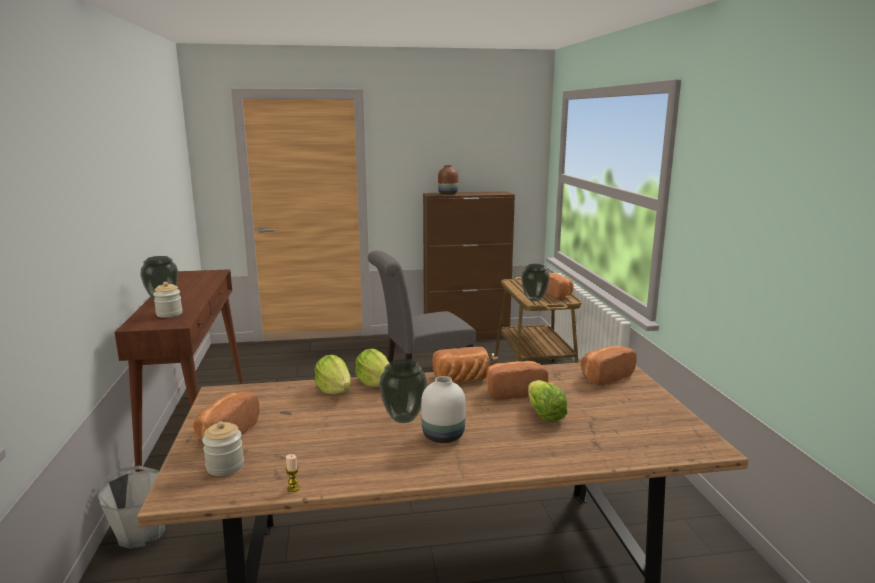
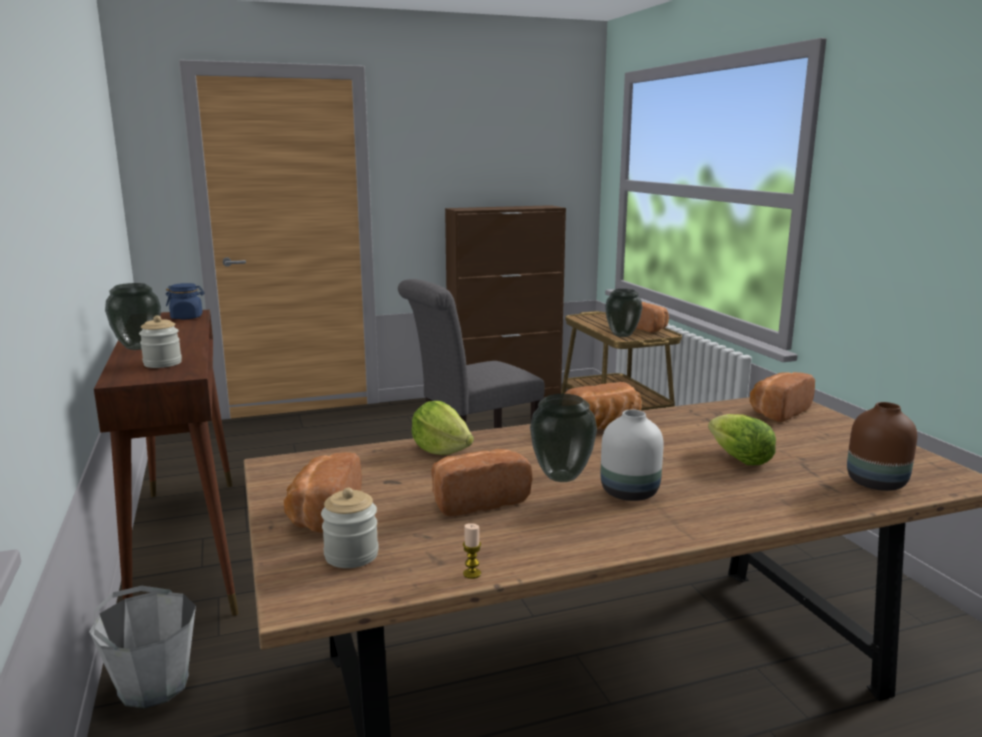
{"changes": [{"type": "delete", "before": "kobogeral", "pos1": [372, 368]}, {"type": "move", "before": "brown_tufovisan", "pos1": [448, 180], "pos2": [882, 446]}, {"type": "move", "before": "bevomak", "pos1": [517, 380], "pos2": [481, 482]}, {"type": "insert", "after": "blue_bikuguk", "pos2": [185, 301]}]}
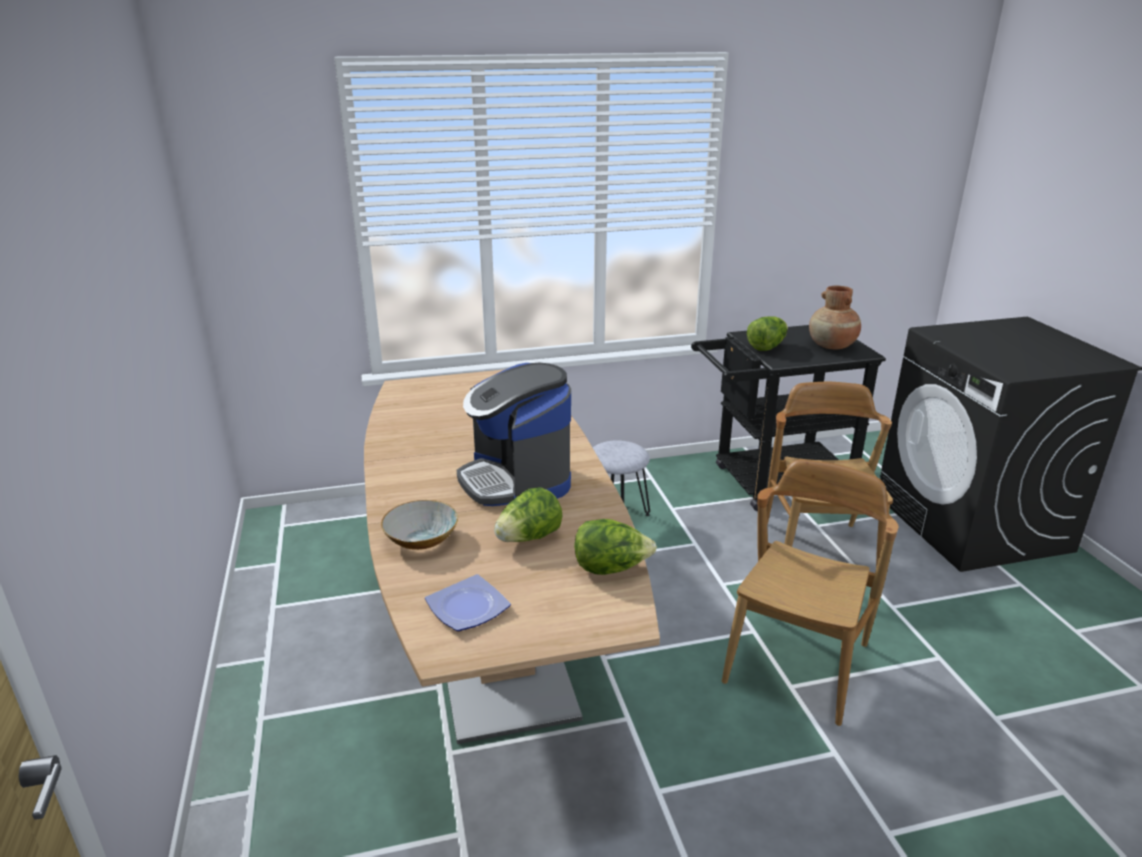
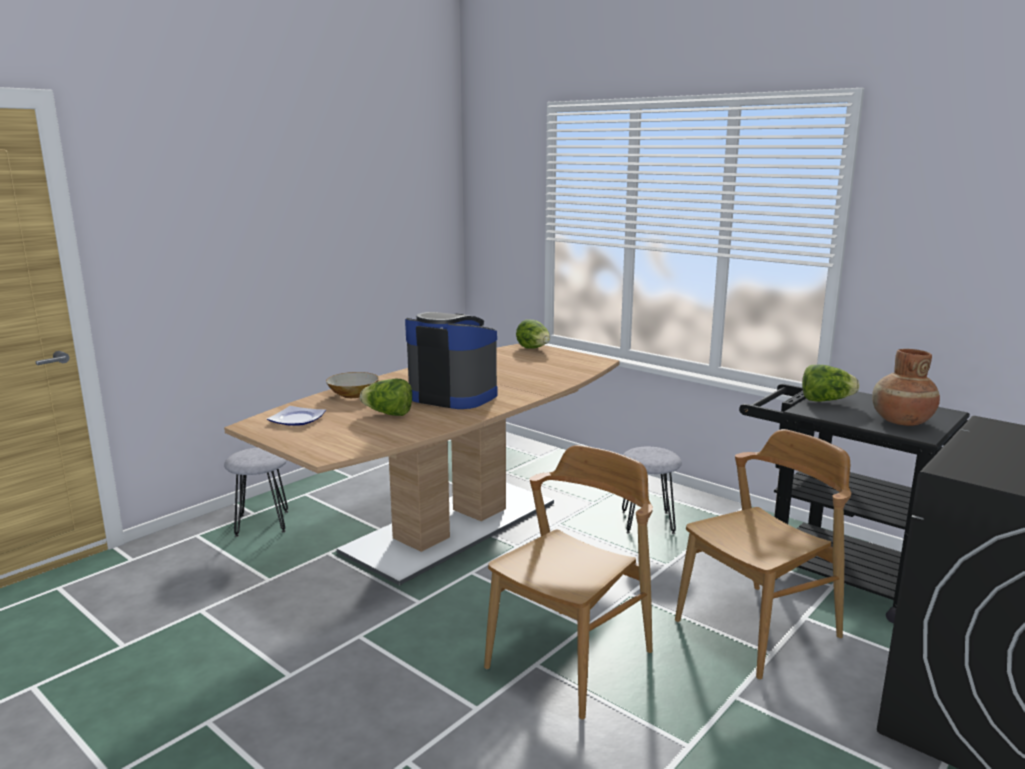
{"changes": [{"type": "rotate", "before": "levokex", "pos1": [514, 434], "pos2": [451, 360], "turn": 90}, {"type": "move", "before": "kobogeral", "pos1": [615, 547], "pos2": [533, 334]}, {"type": "rotate", "before": "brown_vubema", "pos1": [810, 592], "pos2": [568, 582], "turn": -45}, {"type": "insert", "after": "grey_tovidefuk", "pos2": [256, 492]}]}
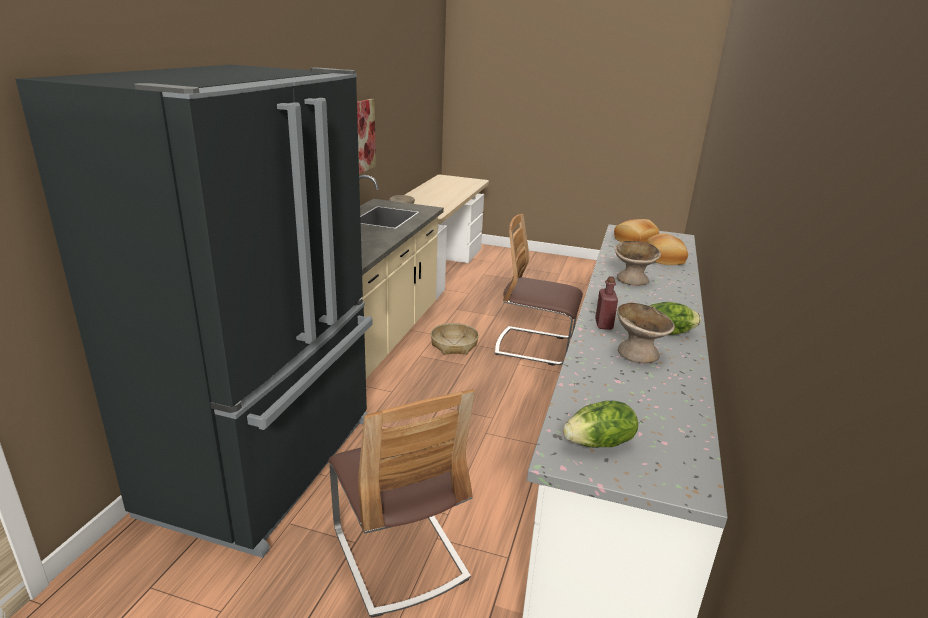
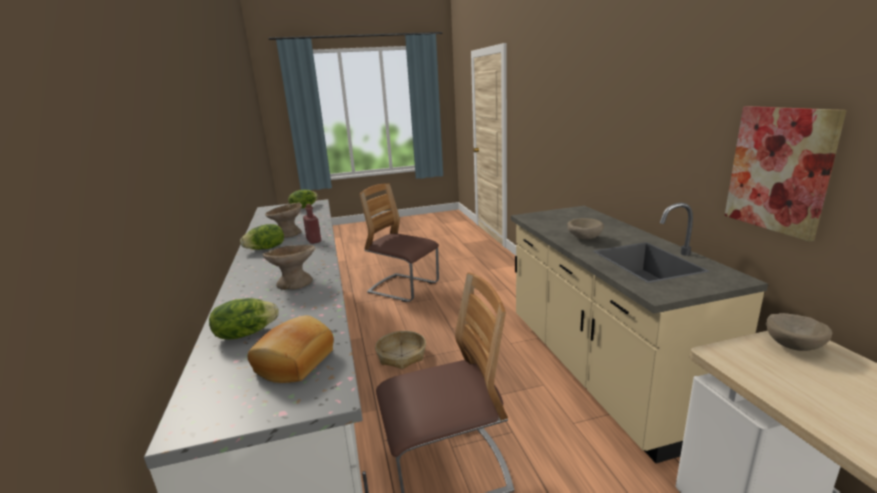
{"changes": [{"type": "delete", "before": "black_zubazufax", "pos1": [194, 311]}, {"type": "move", "before": "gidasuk", "pos1": [455, 339], "pos2": [400, 350]}, {"type": "replace", "before": "bevomak", "after": "kobogeral", "pos1": [667, 249], "pos2": [244, 319]}, {"type": "insert", "after": "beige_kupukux", "pos2": [585, 228]}]}
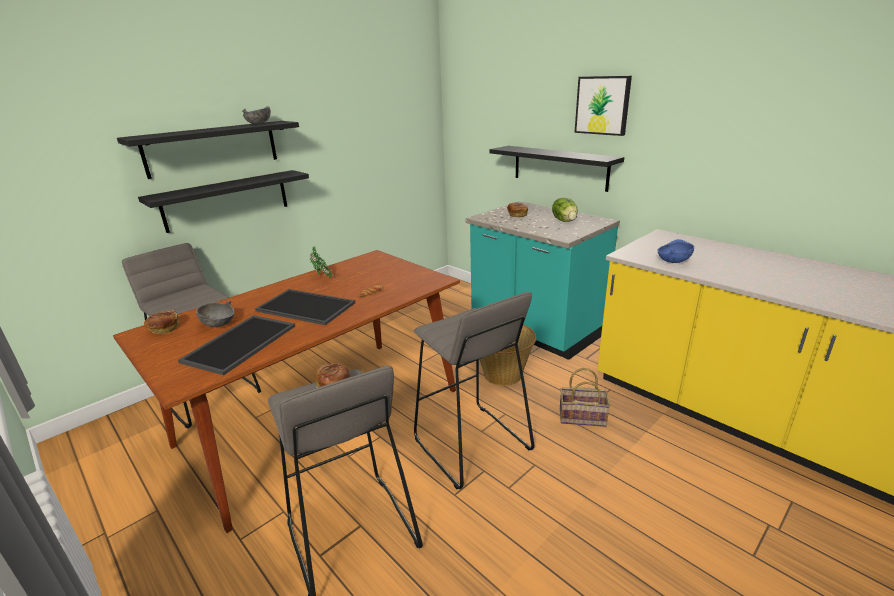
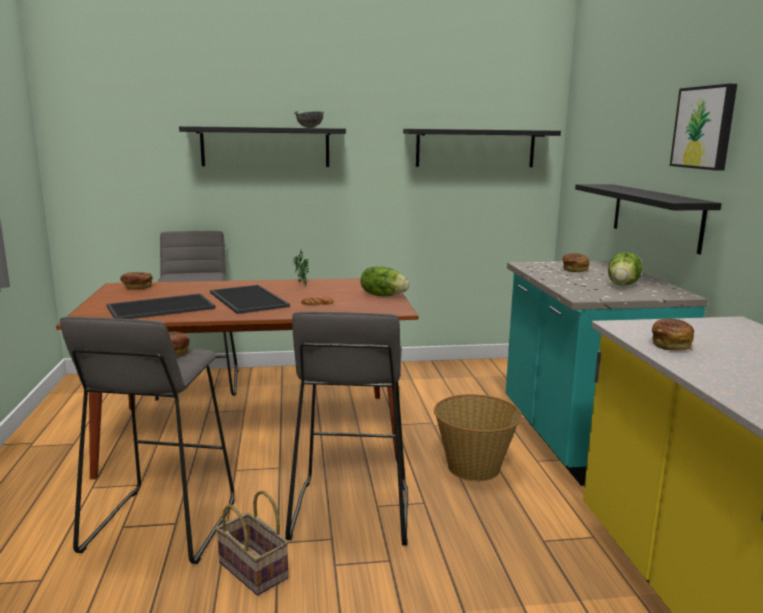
{"changes": [{"type": "move", "before": "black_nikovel", "pos1": [223, 201], "pos2": [482, 148]}, {"type": "delete", "before": "grey_kupukux", "pos1": [215, 314]}, {"type": "move", "before": "gidasuk", "pos1": [585, 397], "pos2": [252, 543]}, {"type": "replace", "before": "blue_kupukux", "after": "bevomak", "pos1": [675, 251], "pos2": [673, 334]}, {"type": "insert", "after": "kobogeral", "pos2": [385, 281]}]}
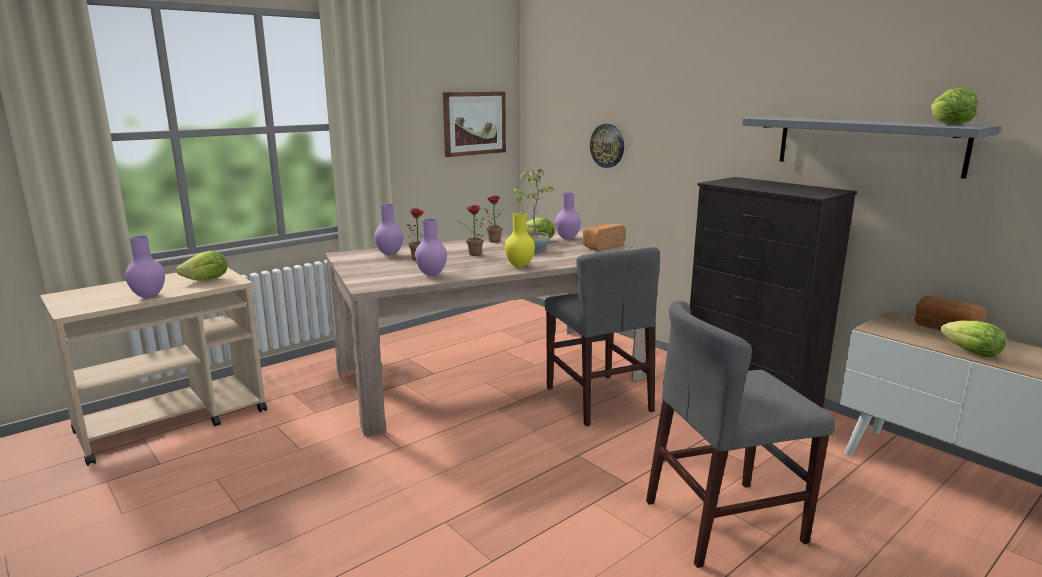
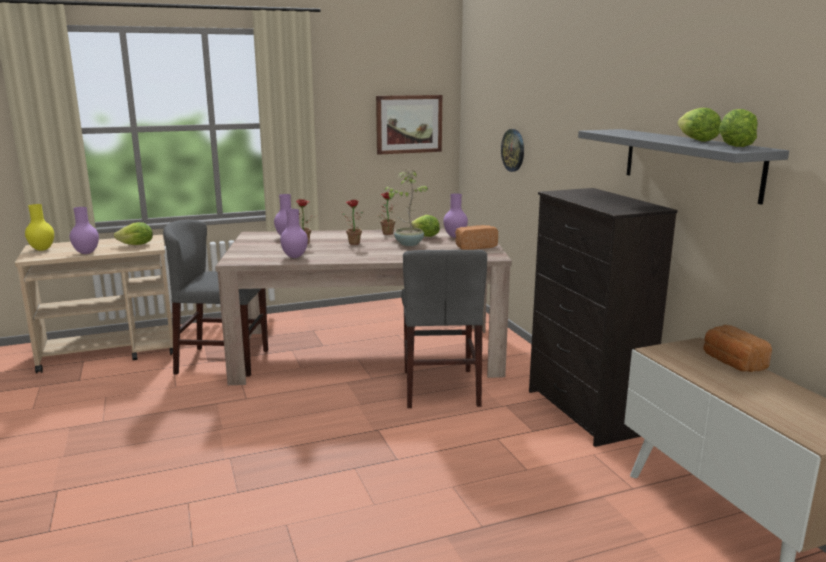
{"changes": [{"type": "move", "before": "yellow_tufovisan", "pos1": [520, 240], "pos2": [39, 227]}, {"type": "move", "before": "grey_vubema", "pos1": [740, 434], "pos2": [215, 298]}, {"type": "move", "before": "kobogeral", "pos1": [973, 339], "pos2": [699, 125]}]}
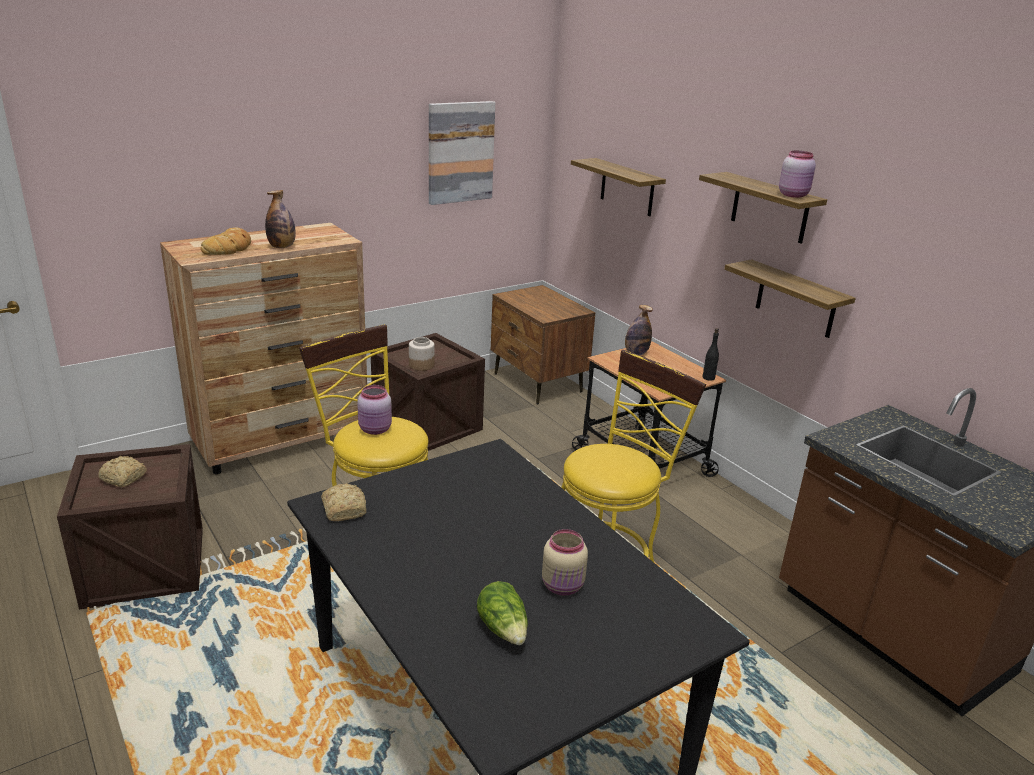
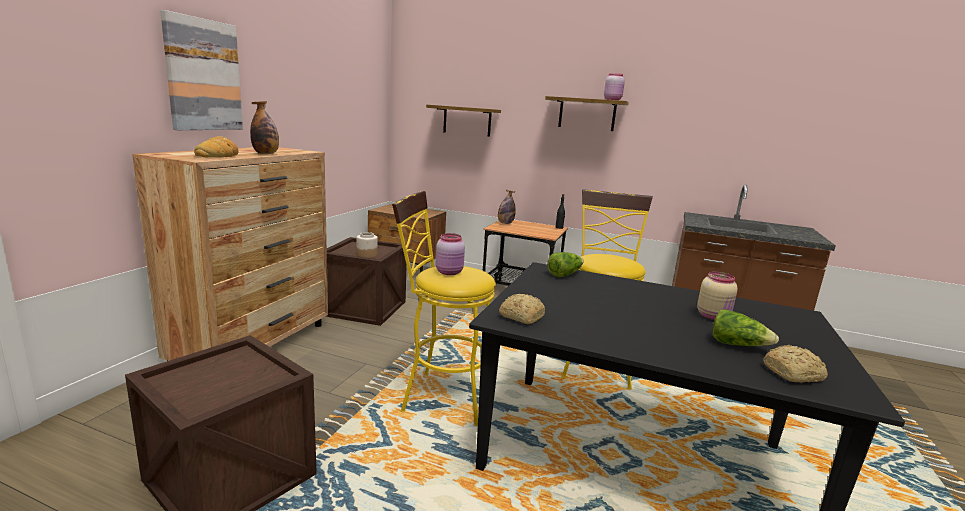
{"changes": [{"type": "move", "before": "bevomak", "pos1": [122, 471], "pos2": [795, 363]}, {"type": "move", "before": "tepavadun", "pos1": [462, 153], "pos2": [201, 70]}, {"type": "delete", "before": "nikovel", "pos1": [790, 298]}, {"type": "insert", "after": "kobogeral", "pos2": [565, 264]}]}
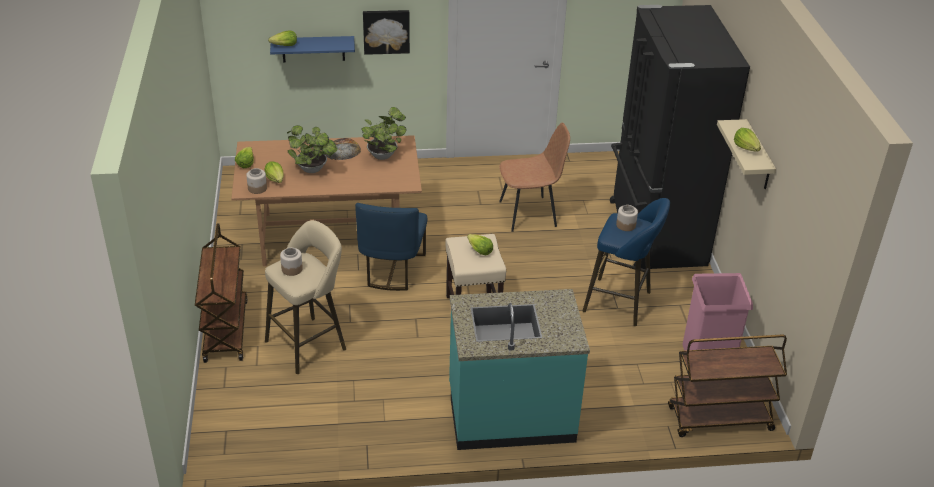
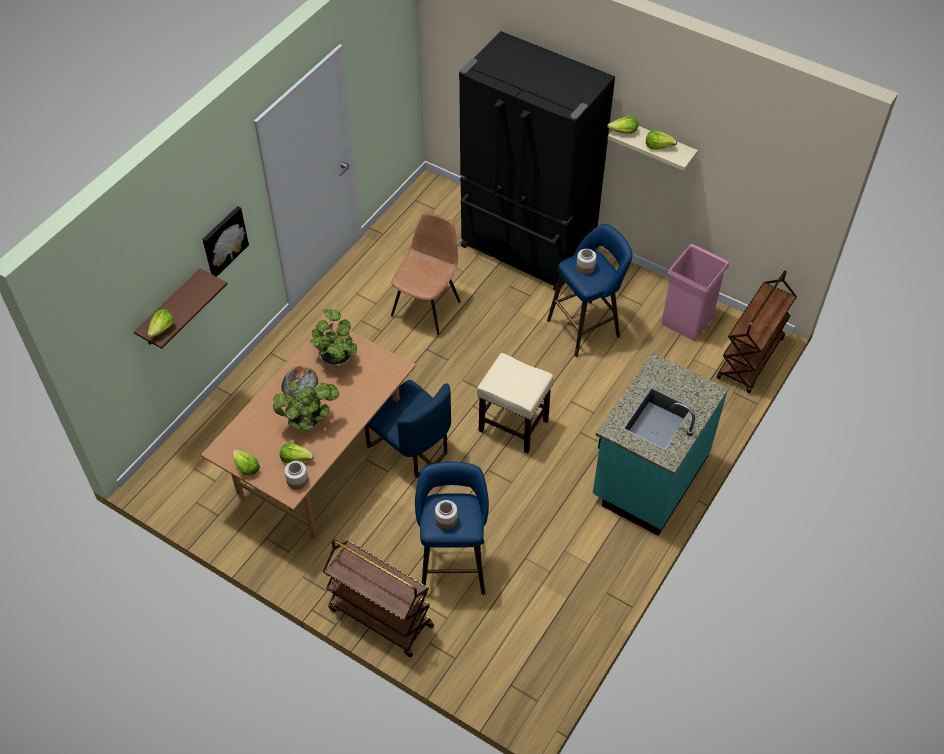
{"changes": [{"type": "recolor", "before": "beige_tovidefuk", "after": "blue_tovidefuk", "pos1": [305, 297], "pos2": [452, 528]}, {"type": "recolor", "before": "blue_nikovel", "after": "brown_nikovel", "pos1": [312, 49], "pos2": [180, 308]}, {"type": "move", "before": "kobogeral", "pos1": [480, 244], "pos2": [622, 125]}]}
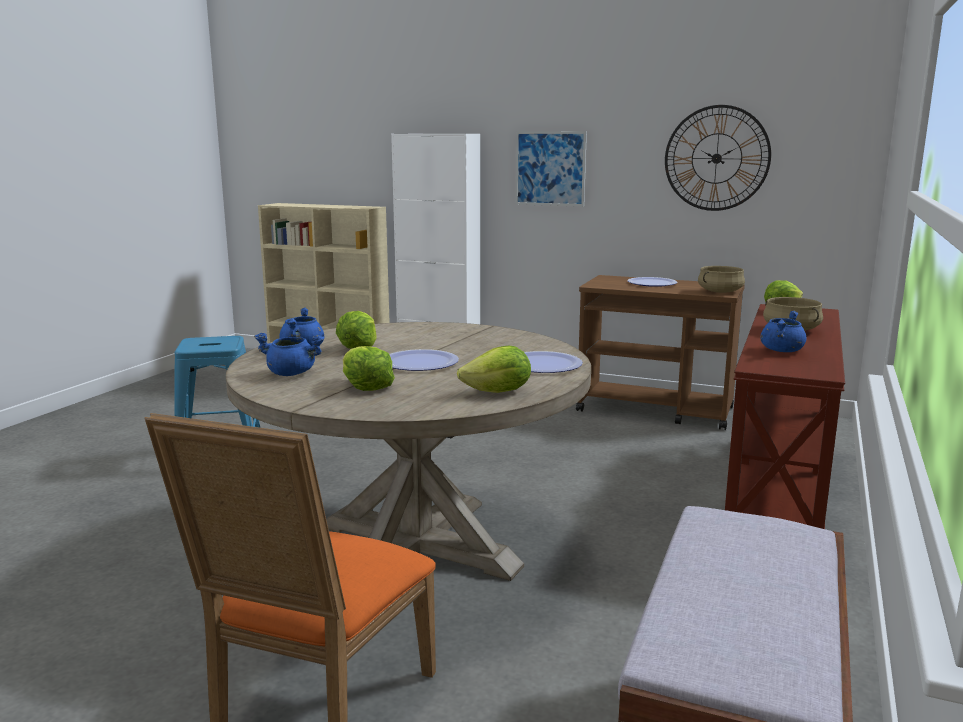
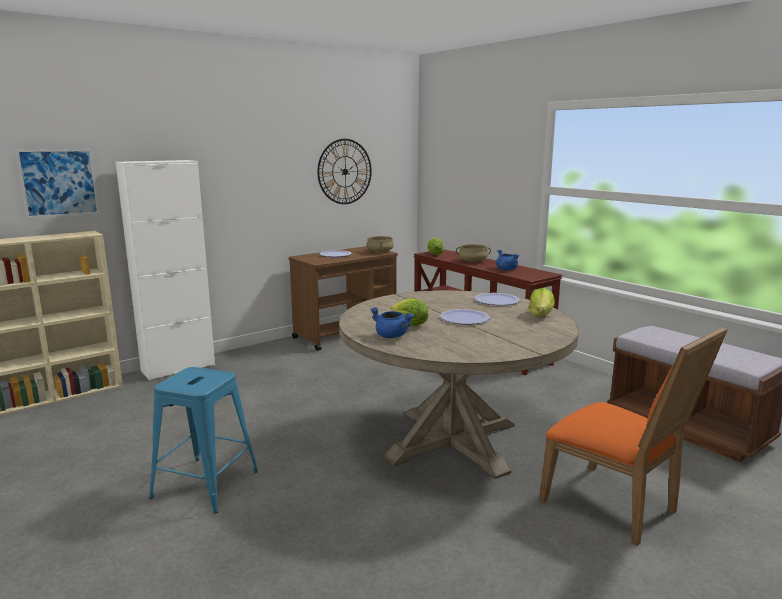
{"changes": [{"type": "delete", "before": "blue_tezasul", "pos1": [289, 354]}, {"type": "delete", "before": "kobogeral", "pos1": [369, 368]}, {"type": "move", "before": "tepavadun", "pos1": [551, 169], "pos2": [58, 184]}]}
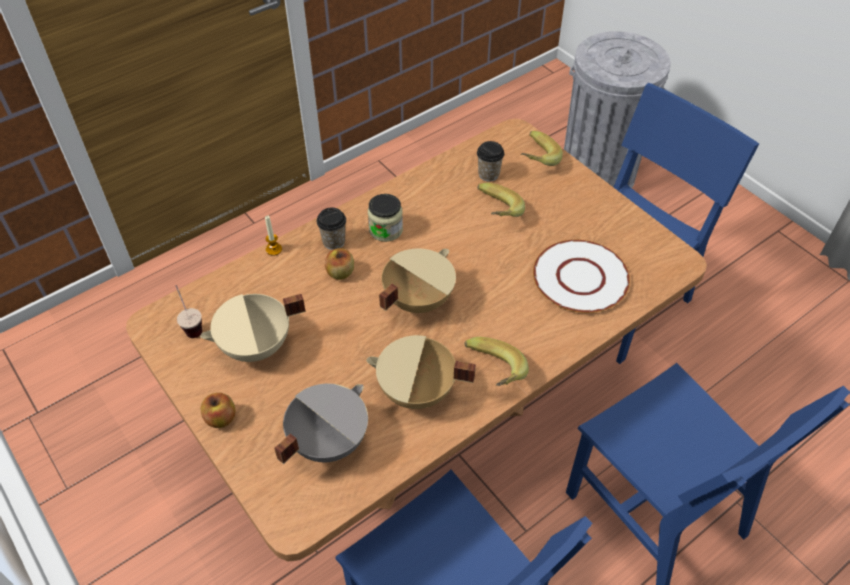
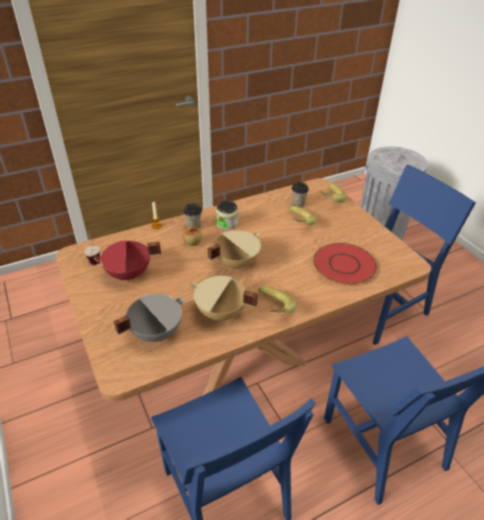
{"changes": [{"type": "recolor", "before": "beige_tezasul", "after": "red_tezasul", "pos1": [253, 328], "pos2": [127, 261]}, {"type": "delete", "before": "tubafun", "pos1": [218, 410]}, {"type": "recolor", "before": "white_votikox", "after": "red_votikox", "pos1": [581, 276], "pos2": [345, 264]}]}
